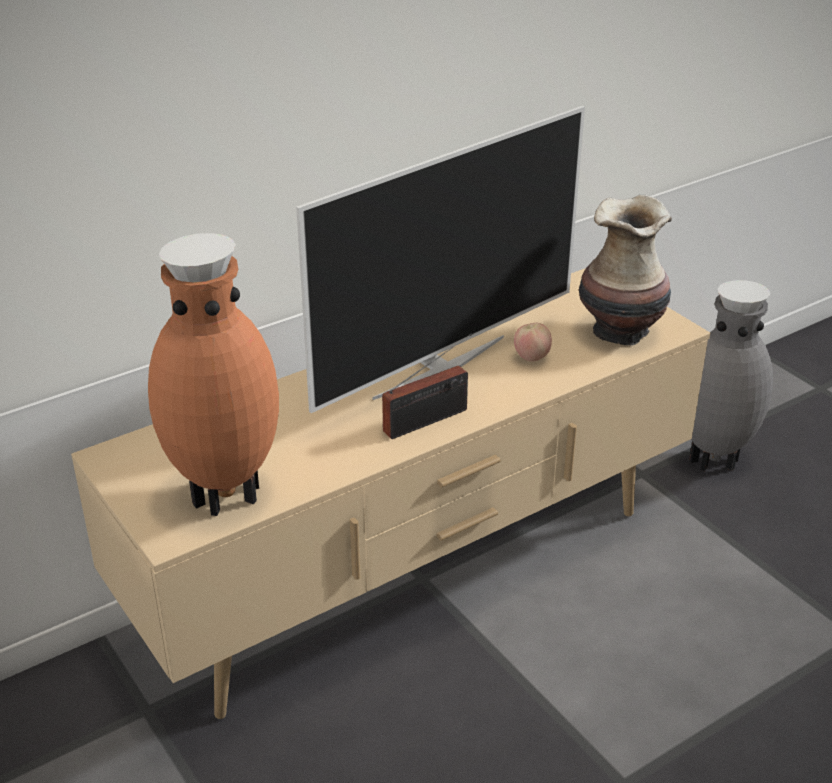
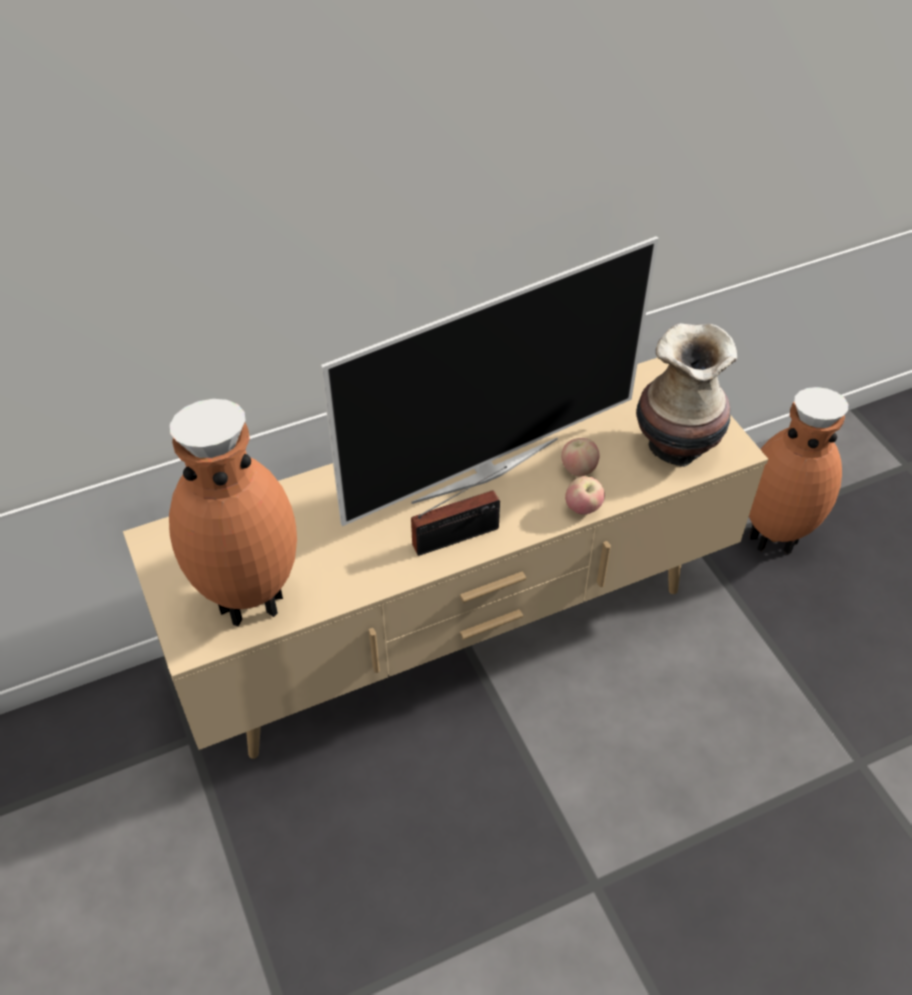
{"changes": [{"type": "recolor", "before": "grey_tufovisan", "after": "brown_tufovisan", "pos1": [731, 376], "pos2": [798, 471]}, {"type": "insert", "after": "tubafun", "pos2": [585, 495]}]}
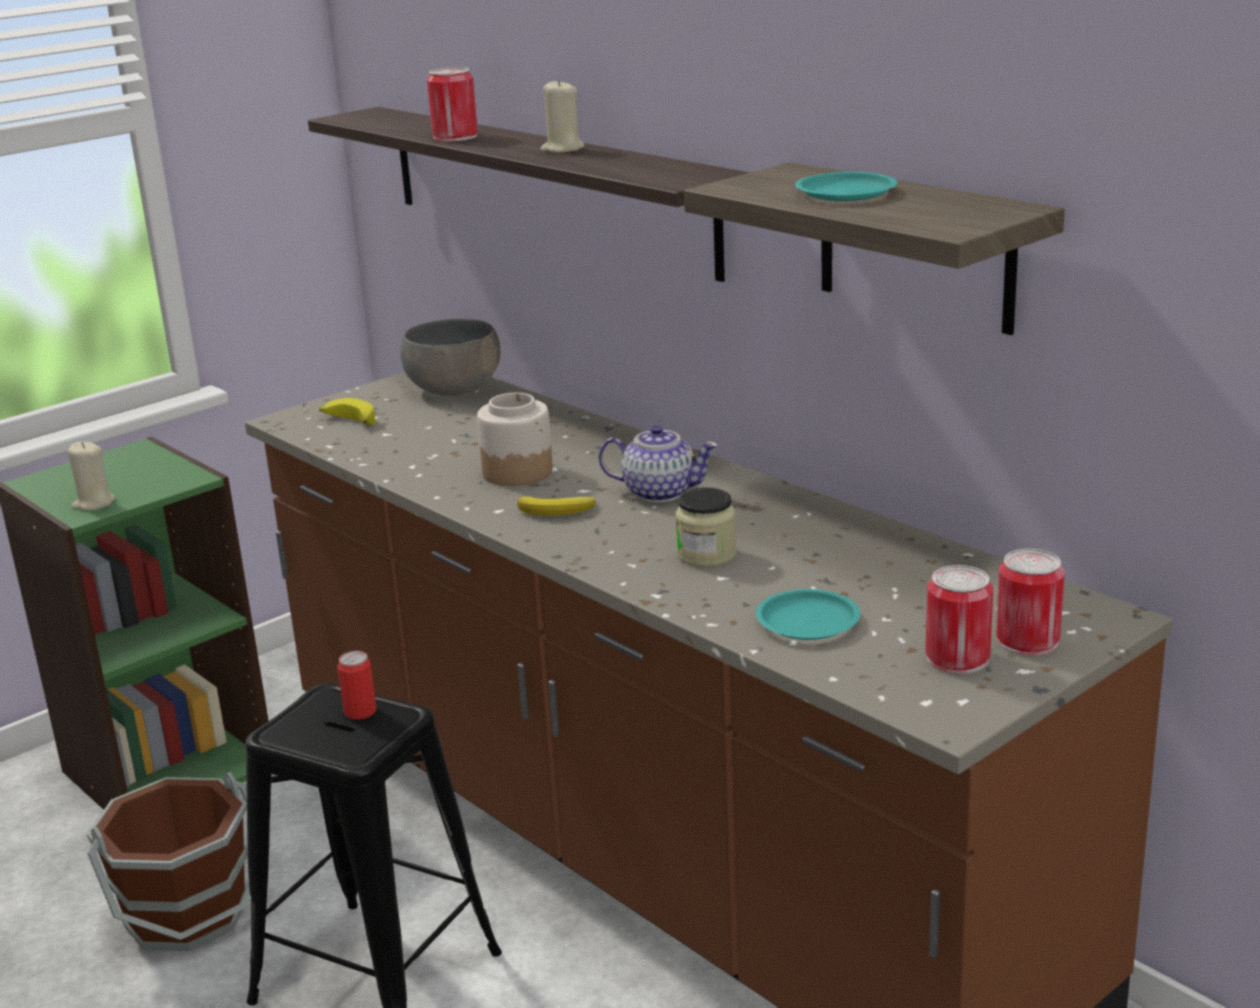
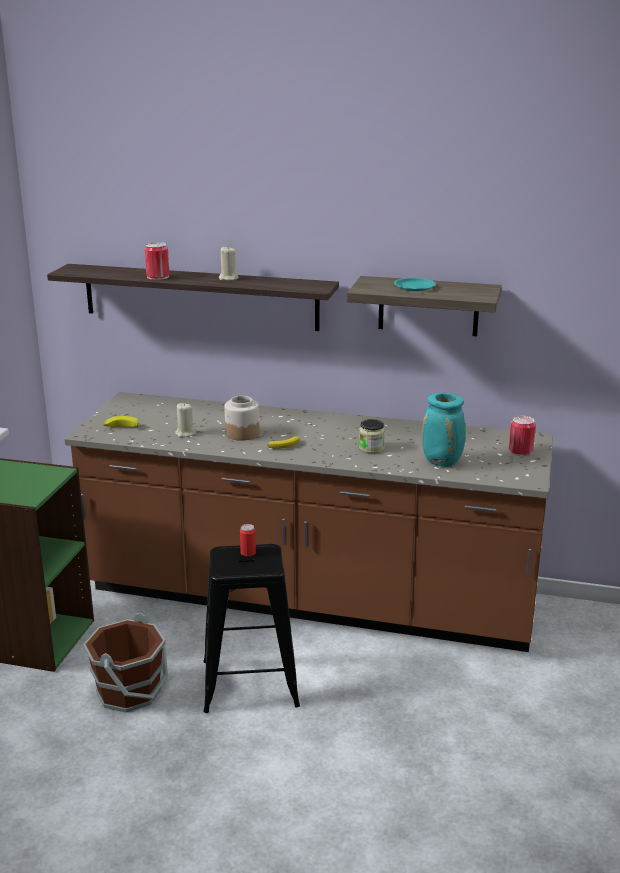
{"changes": [{"type": "move", "before": "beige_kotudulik", "pos1": [92, 476], "pos2": [185, 420]}, {"type": "delete", "before": "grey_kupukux", "pos1": [450, 357]}, {"type": "delete", "before": "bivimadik", "pos1": [658, 463]}, {"type": "replace", "before": "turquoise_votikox", "after": "turquoise_tufovisan", "pos1": [808, 614], "pos2": [444, 430]}, {"type": "delete", "before": "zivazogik", "pos1": [959, 619]}]}
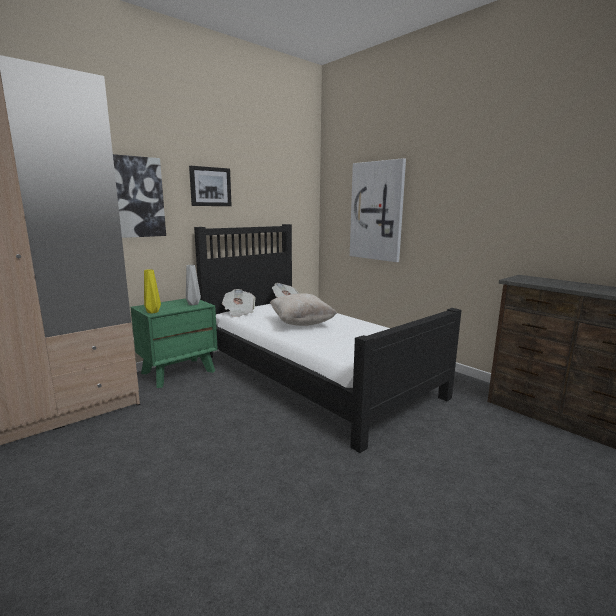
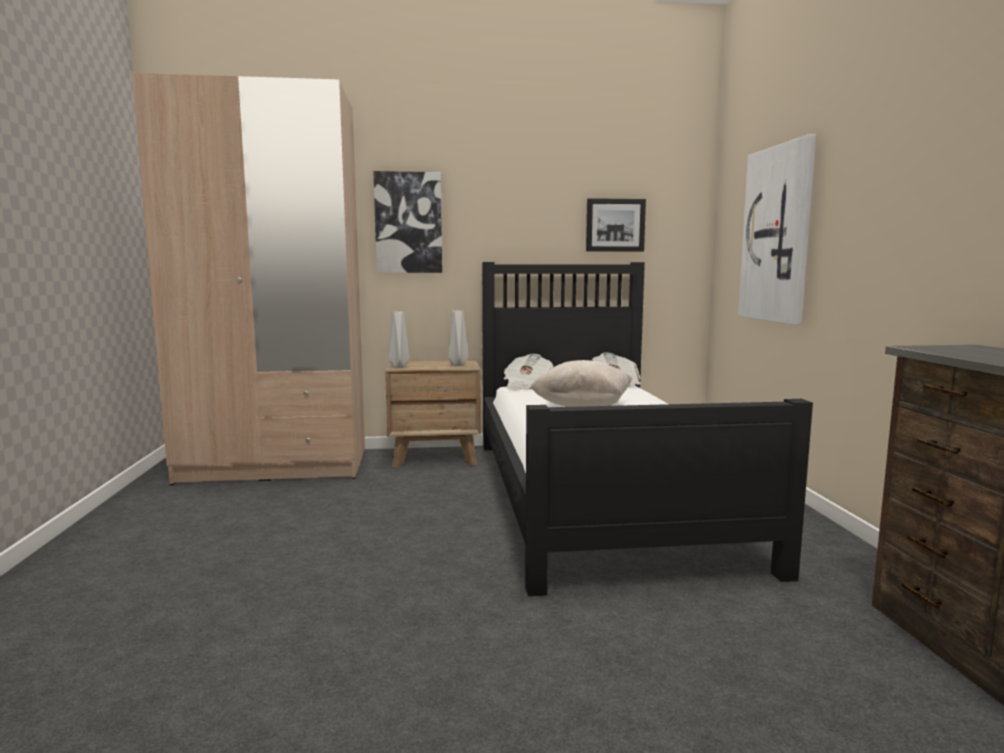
{"changes": [{"type": "recolor", "before": "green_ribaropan", "after": "brown_ribaropan", "pos1": [174, 343], "pos2": [433, 414]}, {"type": "recolor", "before": "yellow_tufovisan", "after": "grey_tufovisan", "pos1": [152, 291], "pos2": [399, 339]}, {"type": "move", "before": "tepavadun", "pos1": [210, 186], "pos2": [616, 225]}]}
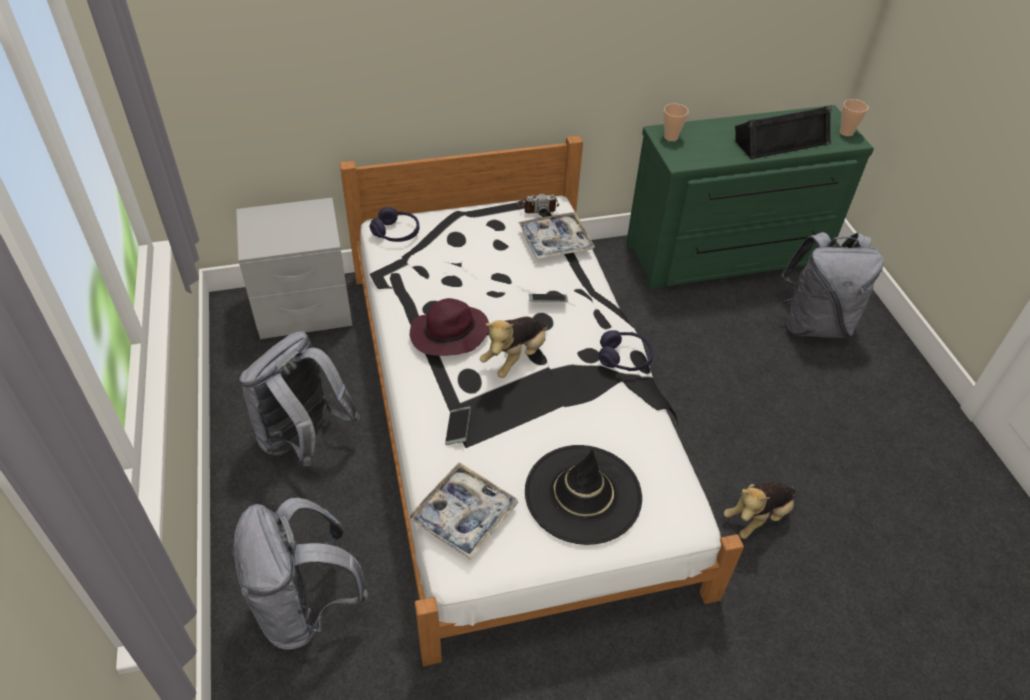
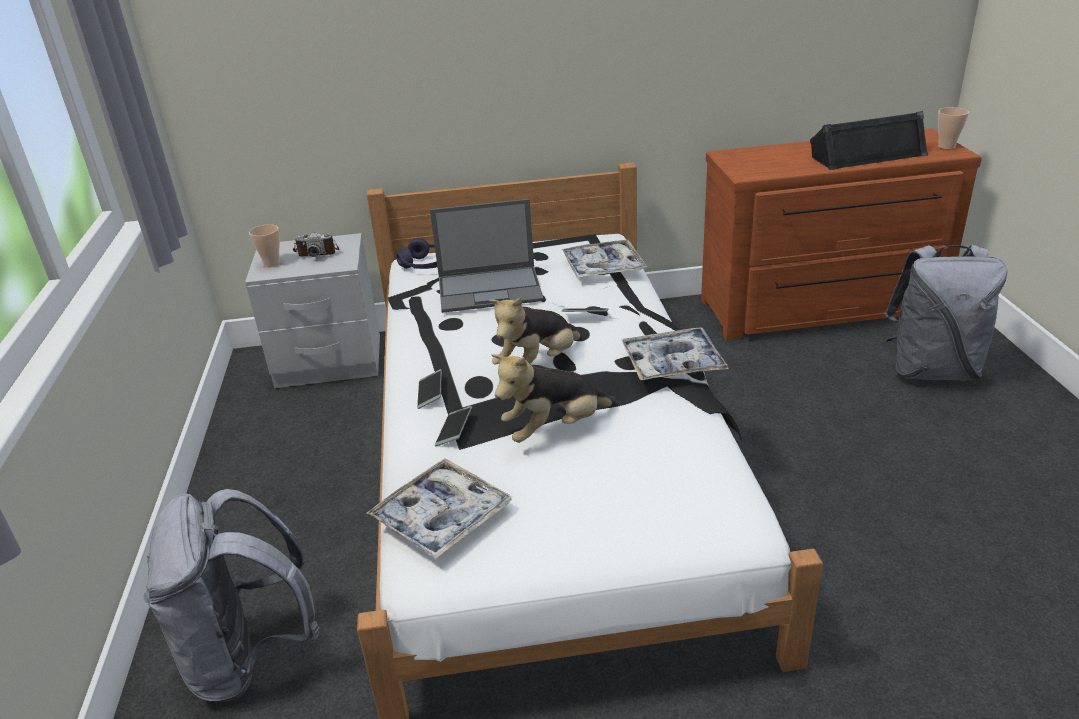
{"changes": [{"type": "delete", "before": "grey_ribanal", "pos1": [299, 398]}, {"type": "delete", "before": "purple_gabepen", "pos1": [449, 327]}, {"type": "move", "before": "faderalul", "pos1": [538, 205], "pos2": [316, 244]}, {"type": "delete", "before": "black_gabepen", "pos1": [583, 495]}, {"type": "replace", "before": "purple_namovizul", "after": "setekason", "pos1": [626, 350], "pos2": [675, 354]}, {"type": "recolor", "before": "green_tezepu", "after": "brown_tezepu", "pos1": [750, 197], "pos2": [841, 234]}, {"type": "move", "before": "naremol", "pos1": [676, 122], "pos2": [264, 245]}, {"type": "move", "before": "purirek", "pos1": [760, 511], "pos2": [555, 398]}, {"type": "insert", "after": "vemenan", "pos2": [429, 389]}, {"type": "insert", "after": "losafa", "pos2": [487, 256]}]}
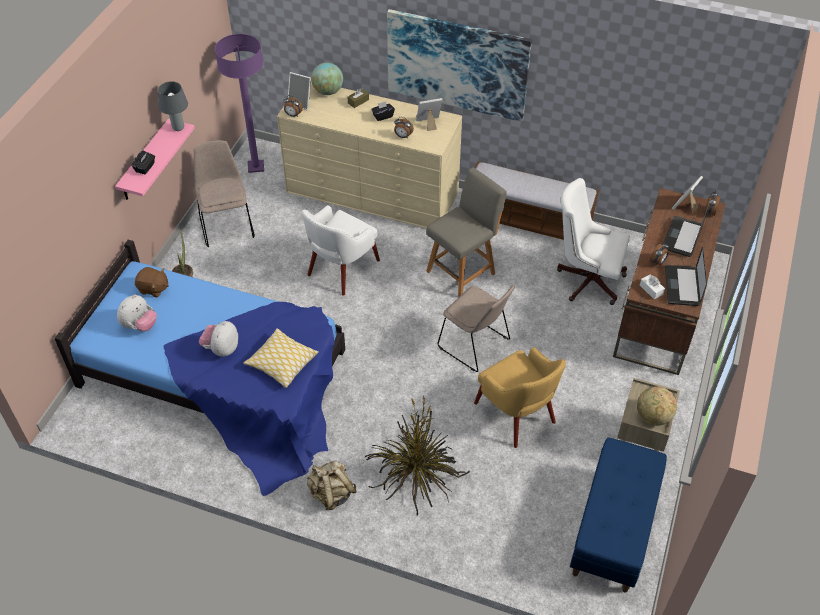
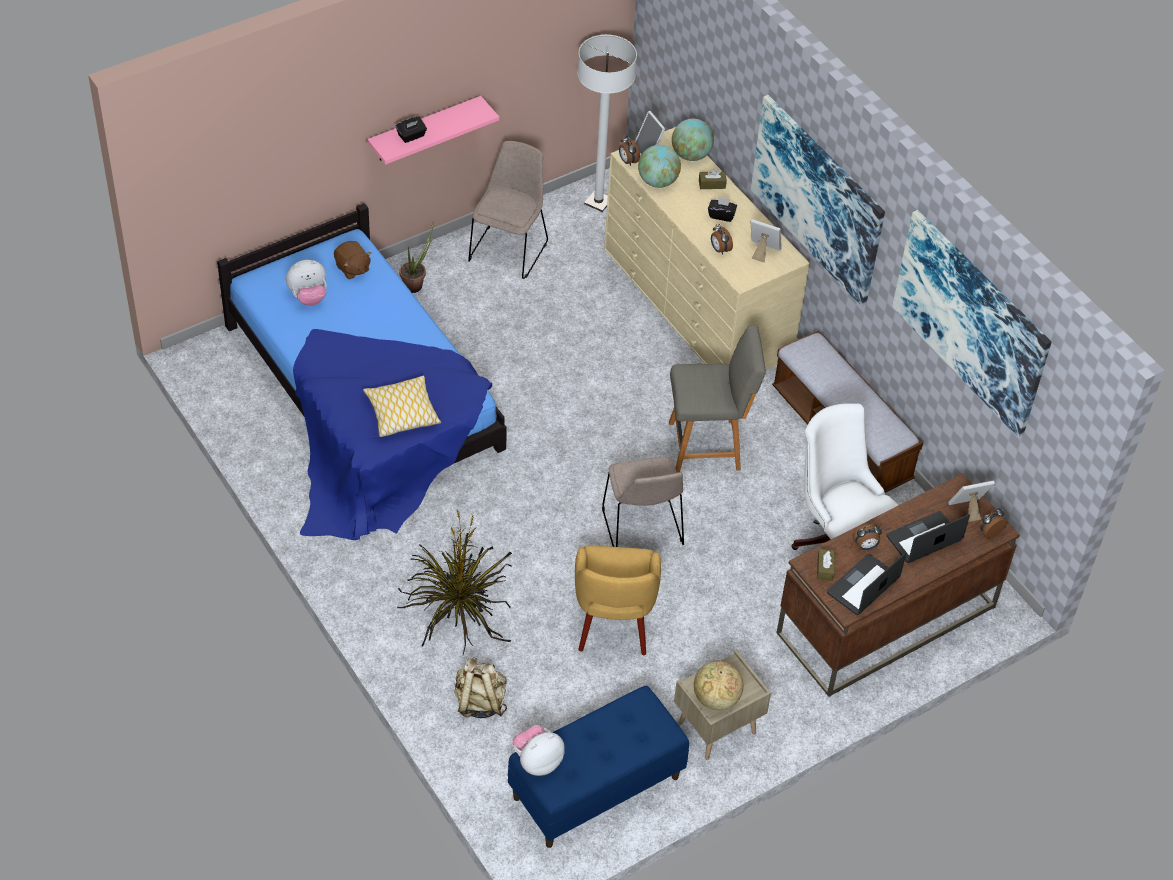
{"changes": [{"type": "delete", "before": "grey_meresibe", "pos1": [173, 106]}, {"type": "move", "before": "purirek", "pos1": [218, 339], "pos2": [539, 750]}, {"type": "recolor", "before": "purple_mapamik", "after": "white_mapamik", "pos1": [239, 103], "pos2": [607, 123]}, {"type": "delete", "before": "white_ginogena", "pos1": [341, 250]}, {"type": "move", "before": "beige_ribanal", "pos1": [331, 485], "pos2": [480, 687]}, {"type": "recolor", "before": "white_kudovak", "after": "brown_kudovak", "pos1": [652, 286], "pos2": [826, 565]}, {"type": "insert", "after": "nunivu", "pos2": [659, 166]}, {"type": "insert", "after": "tepavadun", "pos2": [971, 324]}]}
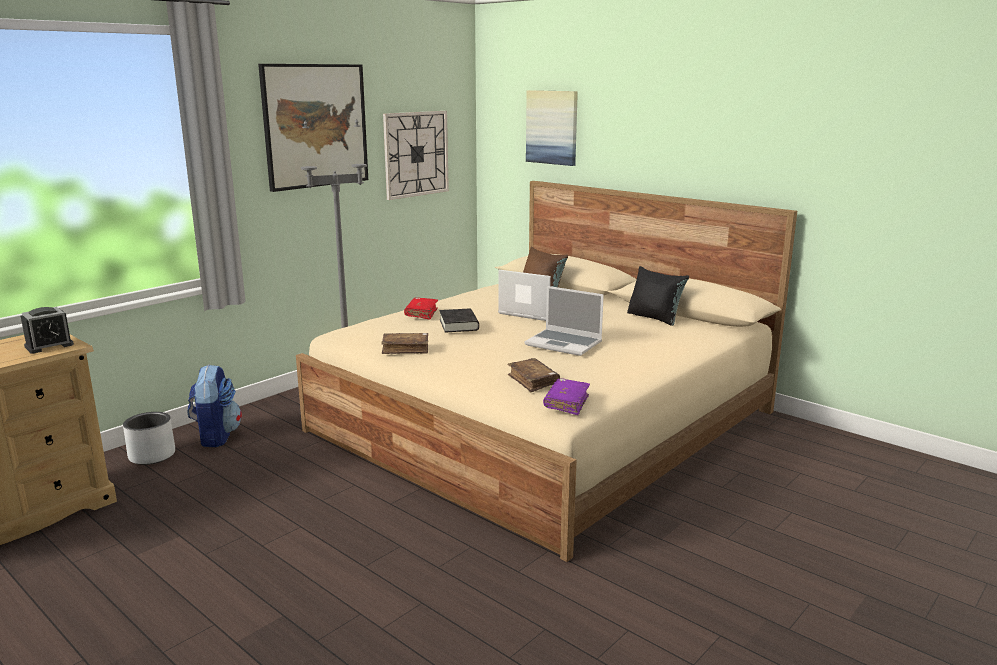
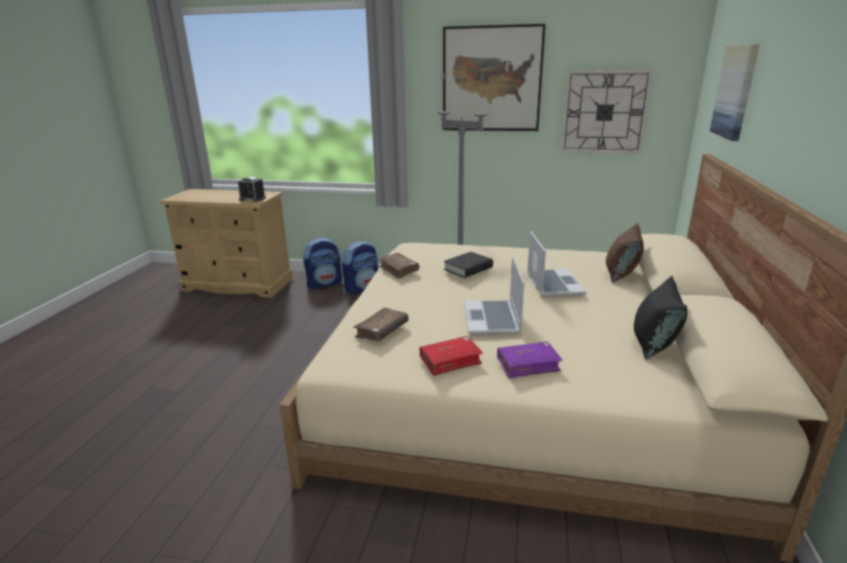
{"changes": [{"type": "replace", "before": "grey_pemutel", "after": "ribanal", "pos1": [149, 438], "pos2": [322, 263]}, {"type": "move", "before": "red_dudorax", "pos1": [421, 308], "pos2": [451, 356]}, {"type": "move", "before": "purple_dudorax", "pos1": [566, 396], "pos2": [530, 360]}]}
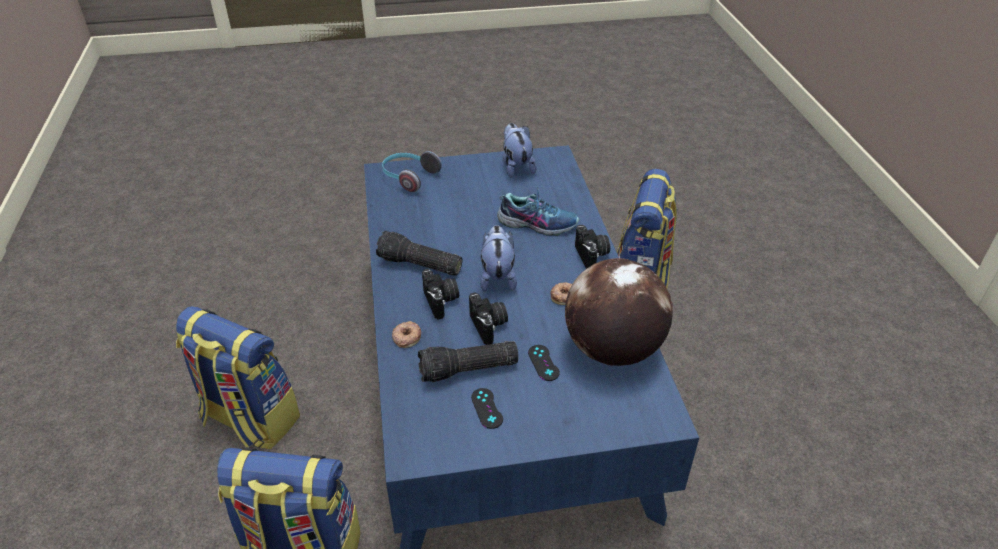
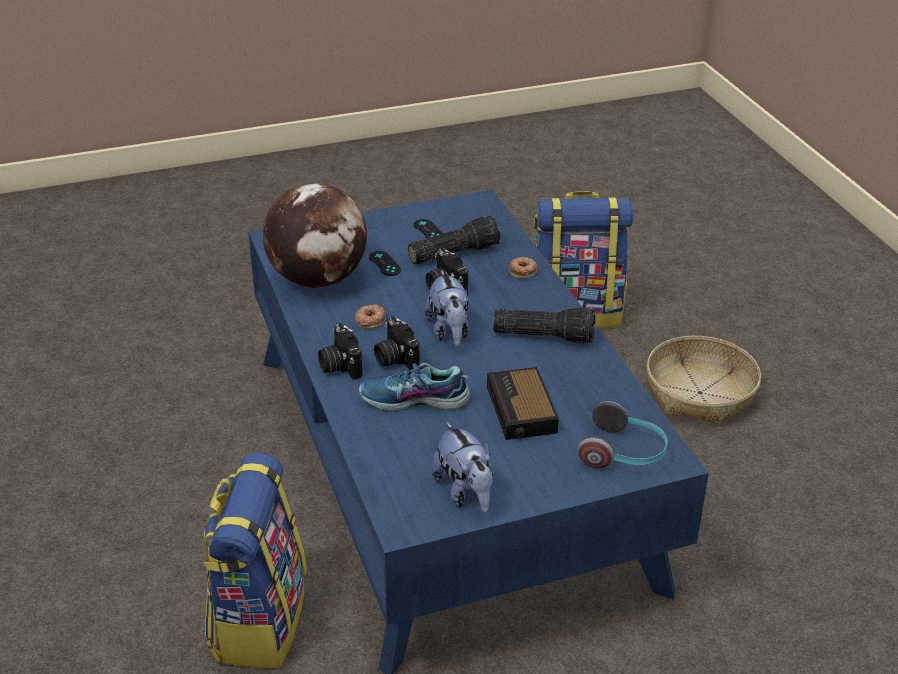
{"changes": [{"type": "replace", "before": "ribanal", "after": "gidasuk", "pos1": [238, 377], "pos2": [704, 380]}, {"type": "move", "before": "faderalul", "pos1": [440, 294], "pos2": [397, 343]}, {"type": "insert", "after": "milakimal", "pos2": [523, 403]}]}
